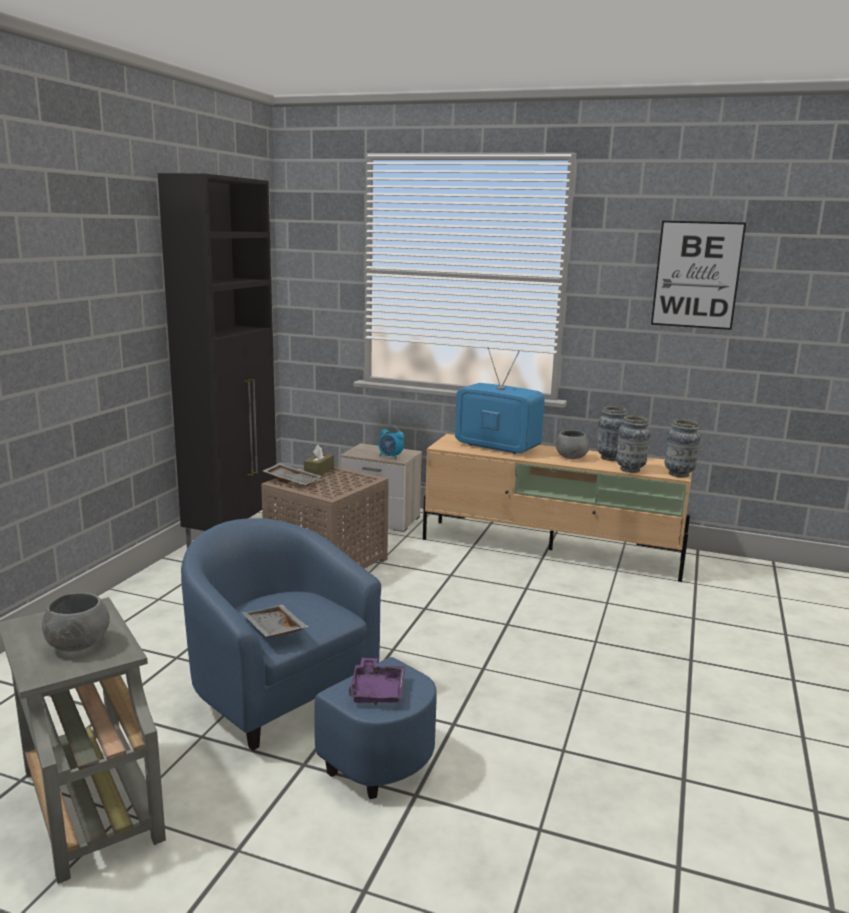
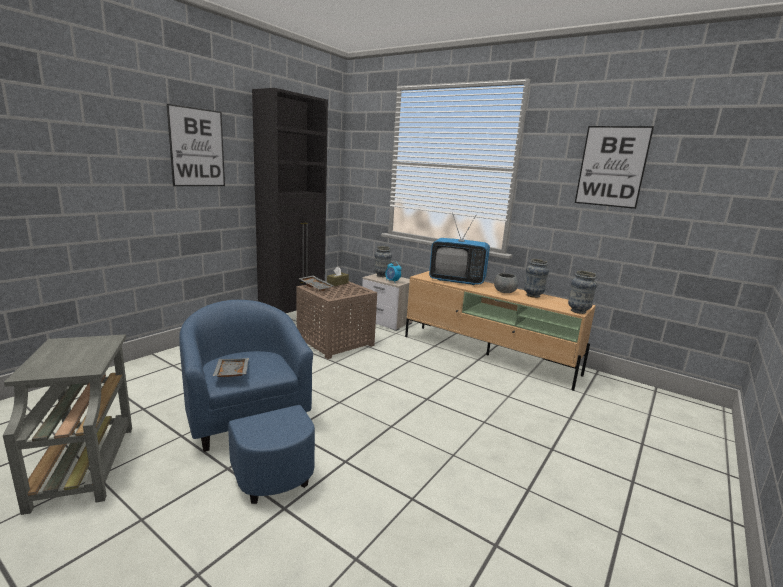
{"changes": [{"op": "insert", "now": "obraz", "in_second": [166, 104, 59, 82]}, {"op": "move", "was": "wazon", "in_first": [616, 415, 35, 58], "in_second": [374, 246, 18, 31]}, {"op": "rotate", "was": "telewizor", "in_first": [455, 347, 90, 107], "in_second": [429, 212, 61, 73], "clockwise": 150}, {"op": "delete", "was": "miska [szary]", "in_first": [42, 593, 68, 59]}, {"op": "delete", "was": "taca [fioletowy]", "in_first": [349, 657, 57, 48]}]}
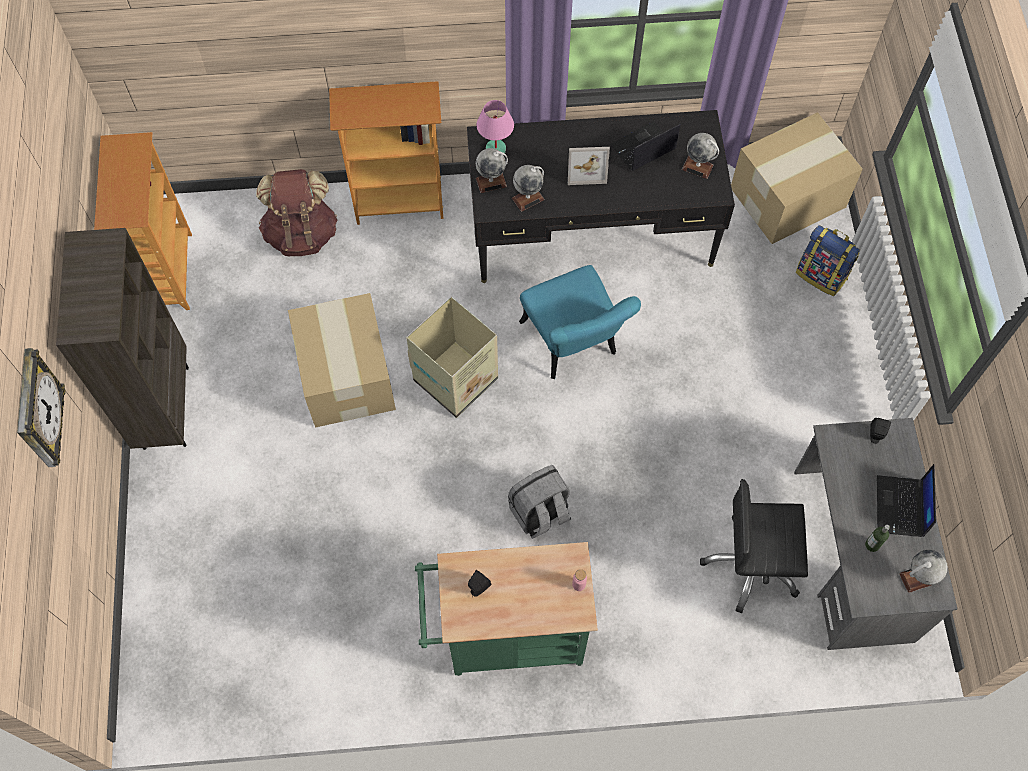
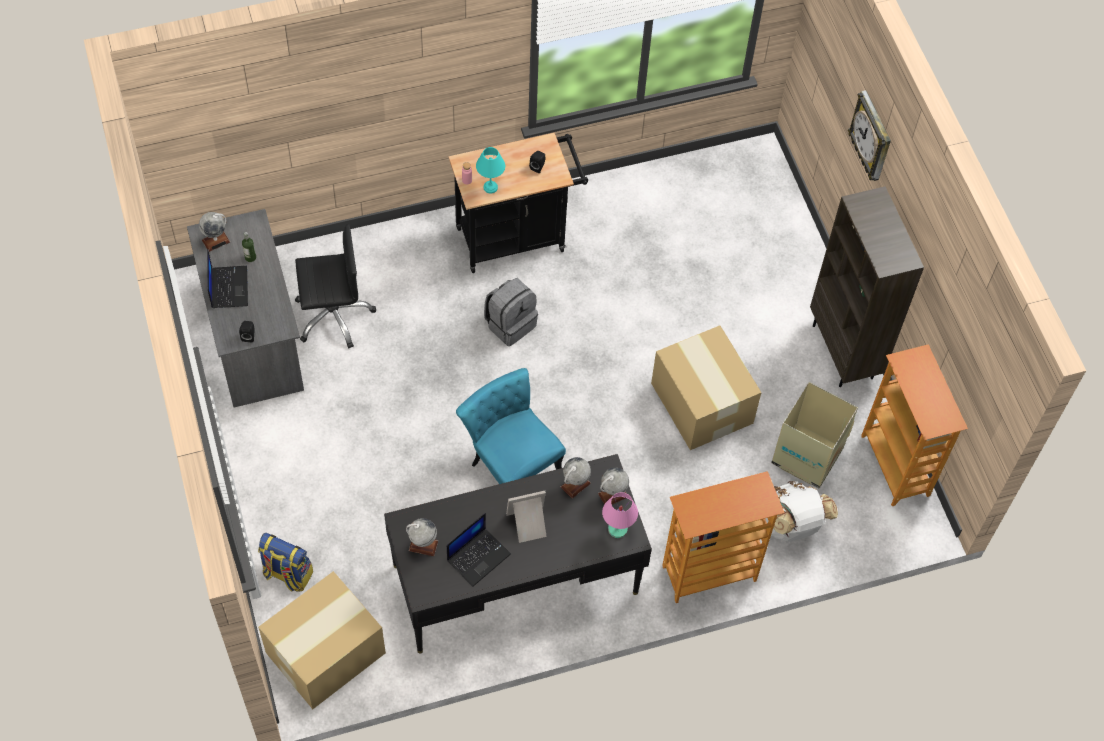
{"changes": [{"op": "recolor", "was": "wózek [zielony]", "now": "wózek [czarny]", "in_first": [415, 542, 183, 134], "in_second": [449, 133, 139, 140]}, {"op": "insert", "now": "lampa stołowa [turkusowy]", "in_second": [476, 147, 29, 47]}, {"op": "recolor", "was": "plecak [brązowy]", "now": "plecak [biały]", "in_first": [256, 169, 81, 87], "in_second": [765, 481, 73, 61]}, {"op": "move", "was": "karton", "in_first": [406, 297, 92, 121], "in_second": [771, 382, 87, 106]}]}
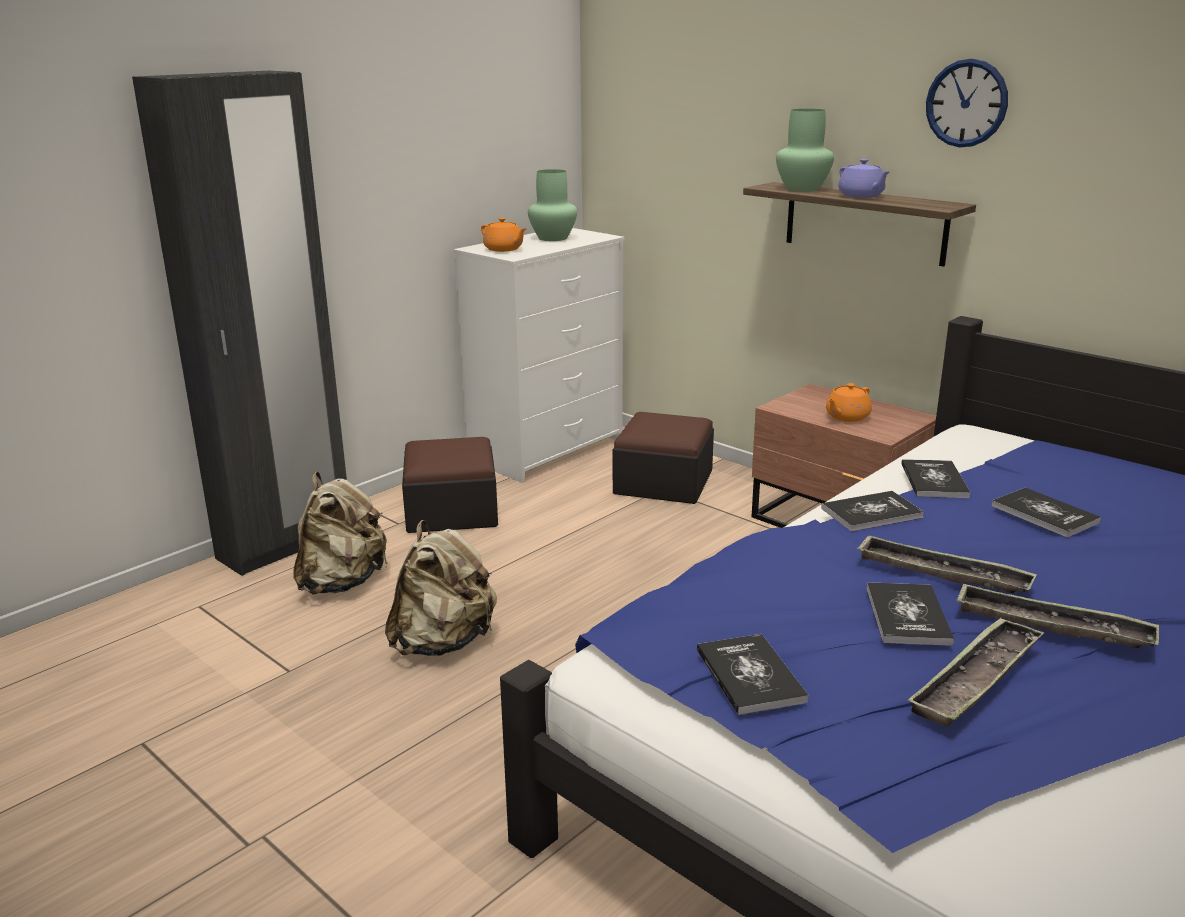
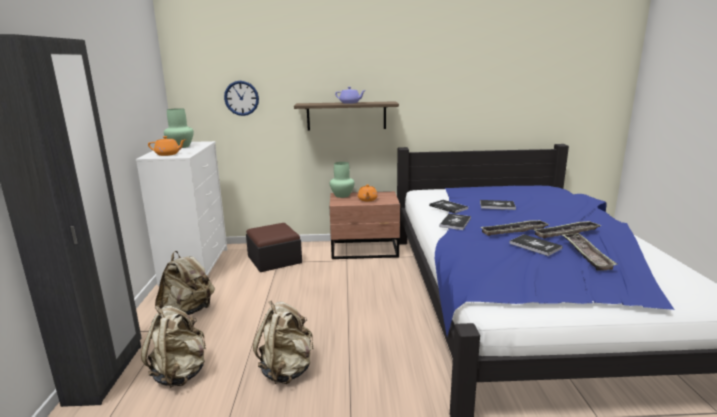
{"changes": [{"op": "replace", "was": "pufa", "now": "plecak [beżowy]", "in_first": [402, 437, 96, 96], "in_second": [155, 251, 60, 64]}, {"op": "move", "was": "zegar ścienny", "in_first": [926, 59, 82, 88], "in_second": [224, 81, 35, 35]}, {"op": "move", "was": "wazon [zielony]", "in_first": [776, 109, 58, 82], "in_second": [330, 162, 25, 36]}, {"op": "delete", "was": "książka", "in_first": [697, 634, 112, 81]}]}
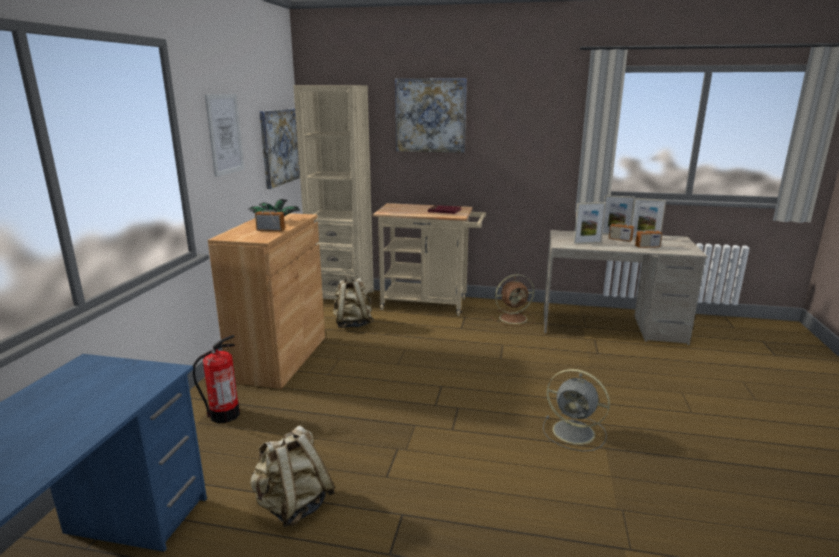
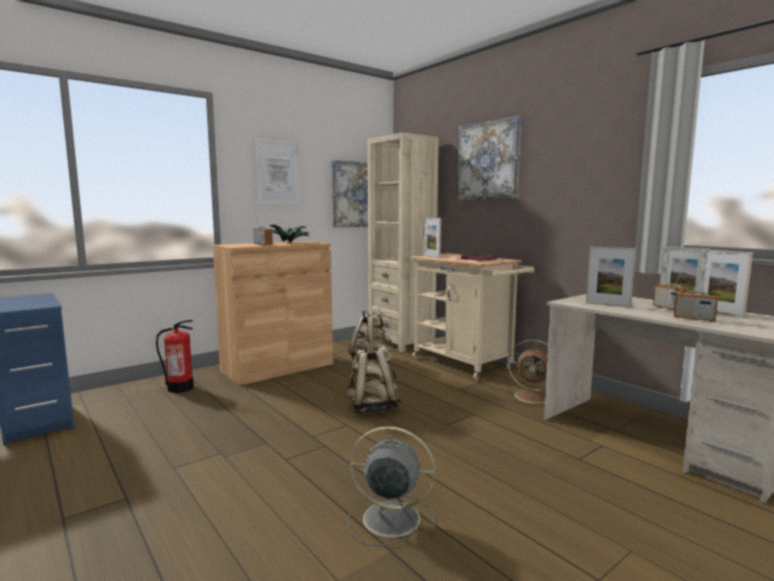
{"changes": [{"op": "move", "was": "plecak [beżowy]", "in_first": [250, 426, 85, 101], "in_second": [347, 344, 55, 70]}, {"op": "rotate", "was": "wentylator [szary]", "in_first": [543, 369, 67, 82], "in_second": [347, 426, 88, 120], "clockwise": 120}, {"op": "insert", "now": "ramka na zdjęcie", "in_second": [423, 217, 18, 41]}]}
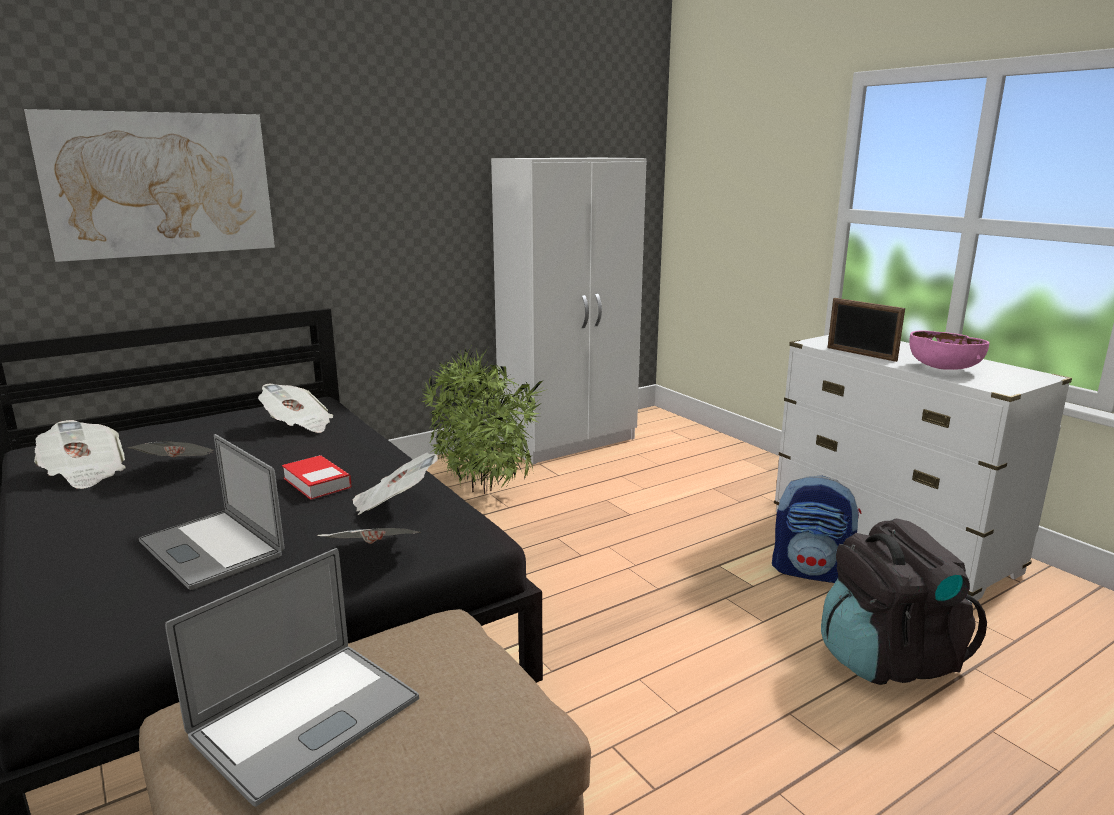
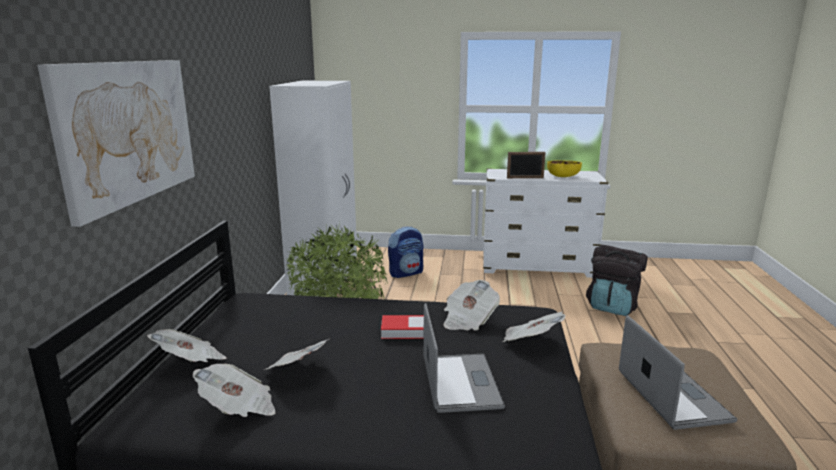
{"changes": [{"op": "move", "was": "gazeta", "in_first": [258, 384, 75, 49], "in_second": [147, 329, 80, 33]}, {"op": "move", "was": "plecak", "in_first": [772, 476, 90, 107], "in_second": [388, 226, 35, 52]}, {"op": "rotate", "was": "laptop", "in_first": [139, 434, 145, 156], "in_second": [424, 303, 81, 110], "clockwise": -90}, {"op": "recolor", "was": "miska [różowy]", "now": "miska [żółty]", "in_first": [909, 330, 80, 40], "in_second": [547, 160, 35, 17]}]}
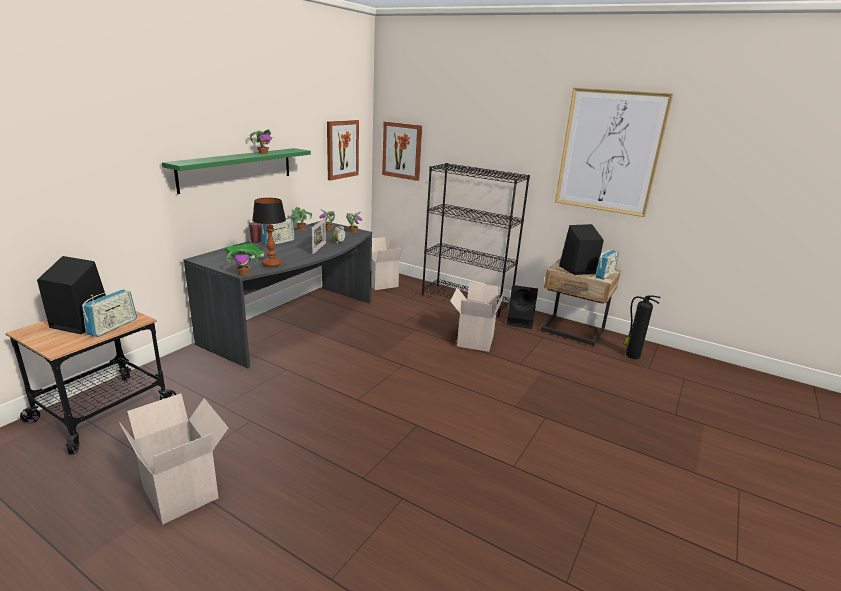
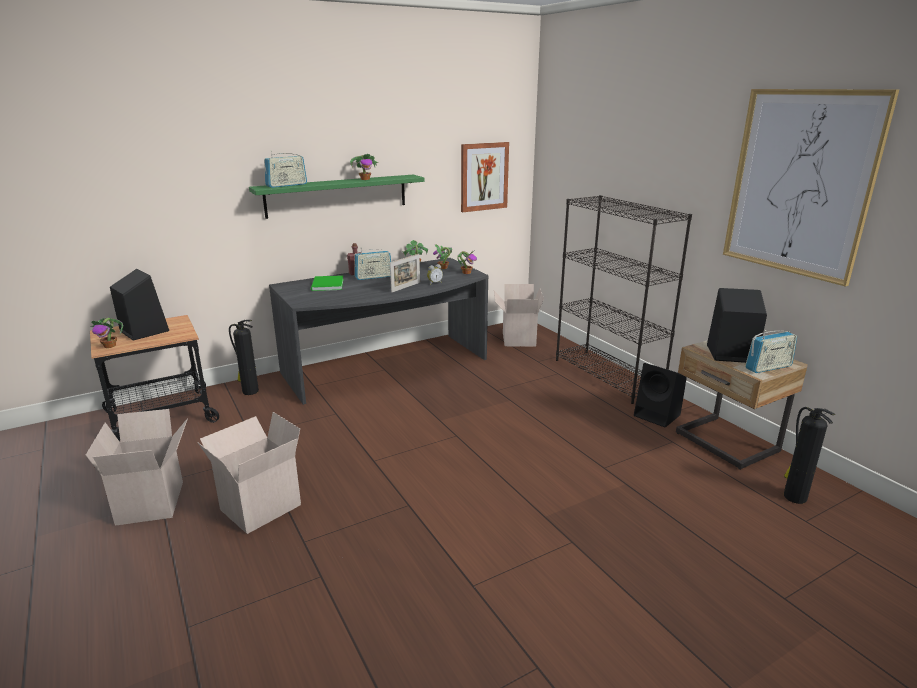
{"changes": [{"op": "move", "was": "roślina doniczkowa", "in_first": [225, 249, 34, 26], "in_second": [90, 318, 33, 30]}, {"op": "move", "was": "karton", "in_first": [450, 282, 54, 70], "in_second": [197, 412, 104, 122]}, {"op": "insert", "now": "gaśnica", "in_second": [229, 320, 30, 75]}, {"op": "move", "was": "radio", "in_first": [82, 289, 55, 48], "in_second": [264, 151, 43, 37]}, {"op": "delete", "was": "lampa stołowa", "in_first": [252, 198, 34, 69]}, {"op": "delete", "was": "obraz", "in_first": [382, 122, 40, 59]}]}
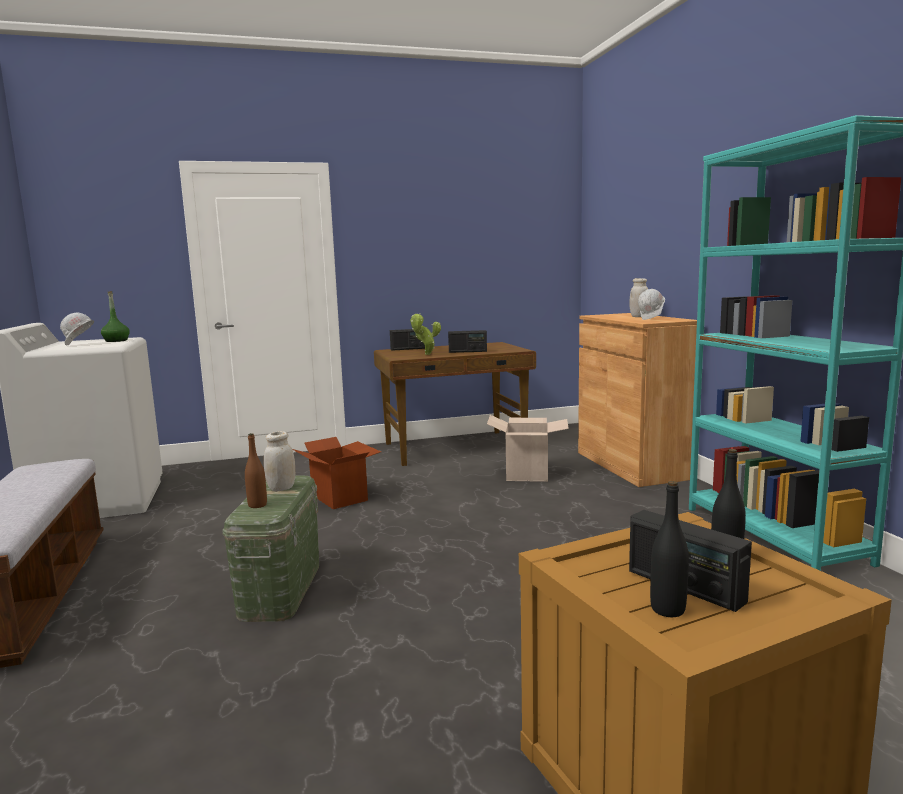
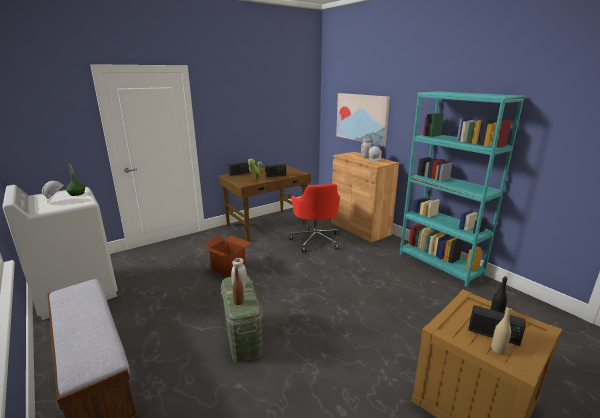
{"changes": [{"op": "replace", "was": "karton", "now": "krzesło biurowe [czerwony]", "in_first": [487, 415, 82, 67], "in_second": [289, 184, 51, 68]}, {"op": "insert", "now": "obraz", "in_second": [336, 93, 54, 53]}, {"op": "recolor", "was": "butelka [czarny]", "now": "butelka [beżowy]", "in_first": [650, 481, 39, 136], "in_second": [491, 305, 21, 49]}]}
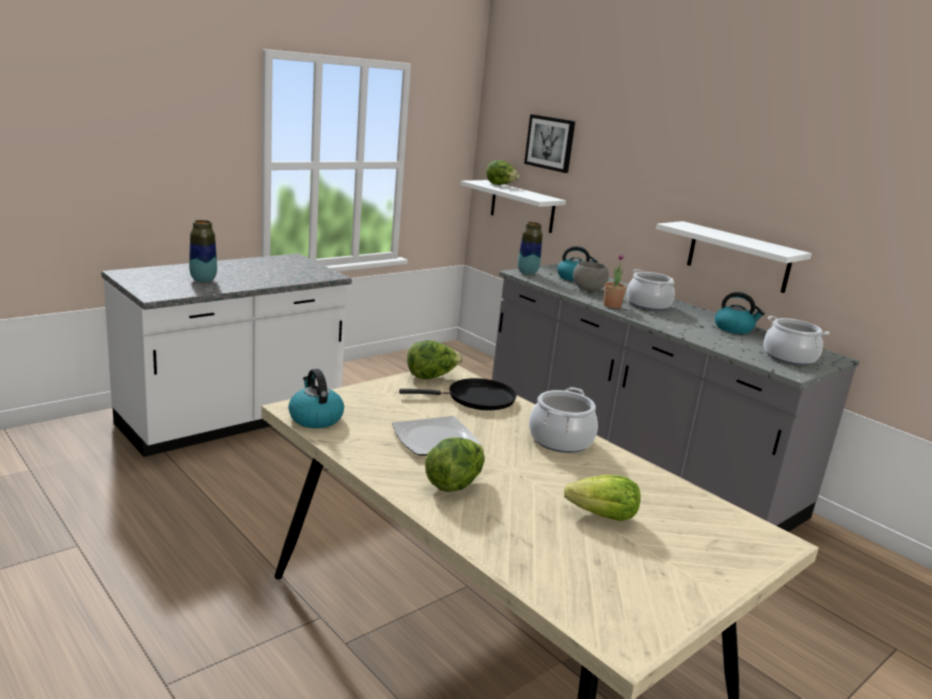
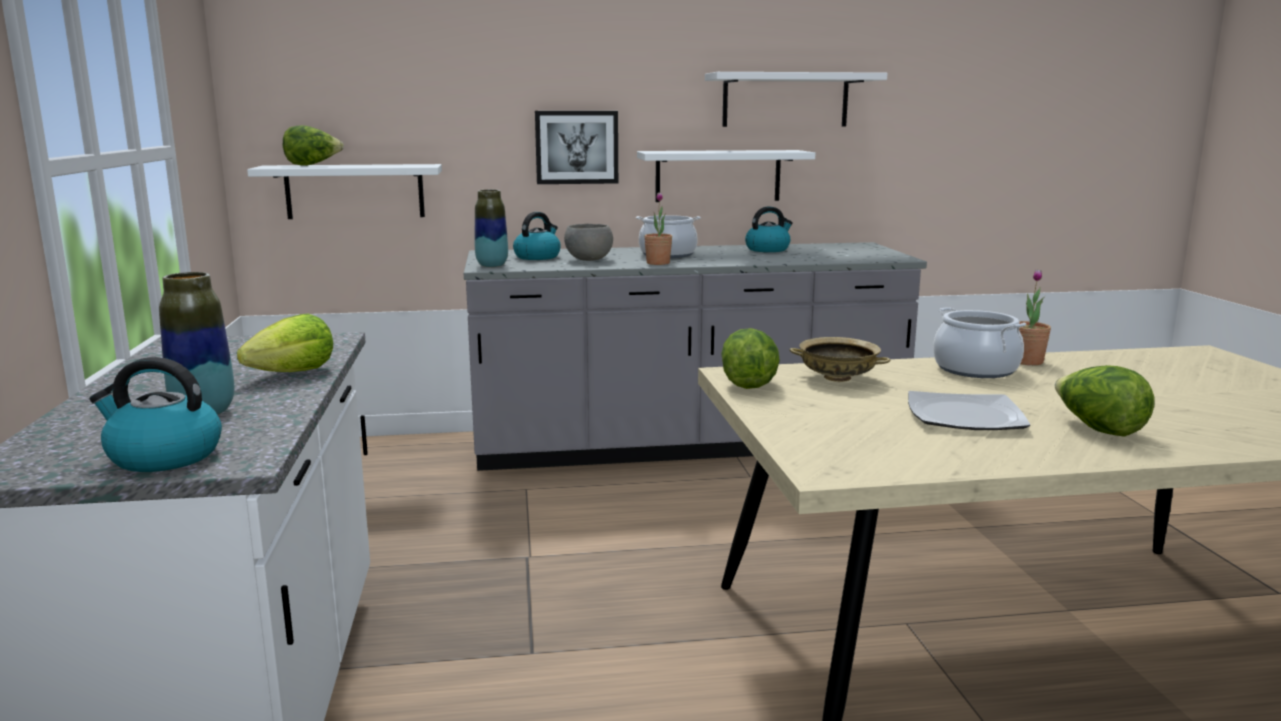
{"changes": [{"op": "move", "was": "czajnik", "in_first": [288, 369, 56, 59], "in_second": [90, 357, 132, 115]}, {"op": "move", "was": "sałata", "in_first": [564, 475, 77, 46], "in_second": [237, 314, 96, 58]}, {"op": "move", "was": "obraz", "in_first": [524, 114, 51, 59], "in_second": [535, 111, 83, 73]}, {"op": "insert", "now": "półka [biały]", "in_second": [705, 72, 183, 55]}, {"op": "replace", "was": "patelnia [czarny]", "now": "miska [beżowy]", "in_first": [399, 378, 118, 32], "in_second": [790, 337, 100, 45]}, {"op": "insert", "now": "roślina doniczkowa", "in_second": [1019, 269, 32, 96]}, {"op": "delete", "was": "garnek", "in_first": [764, 316, 65, 49]}]}
